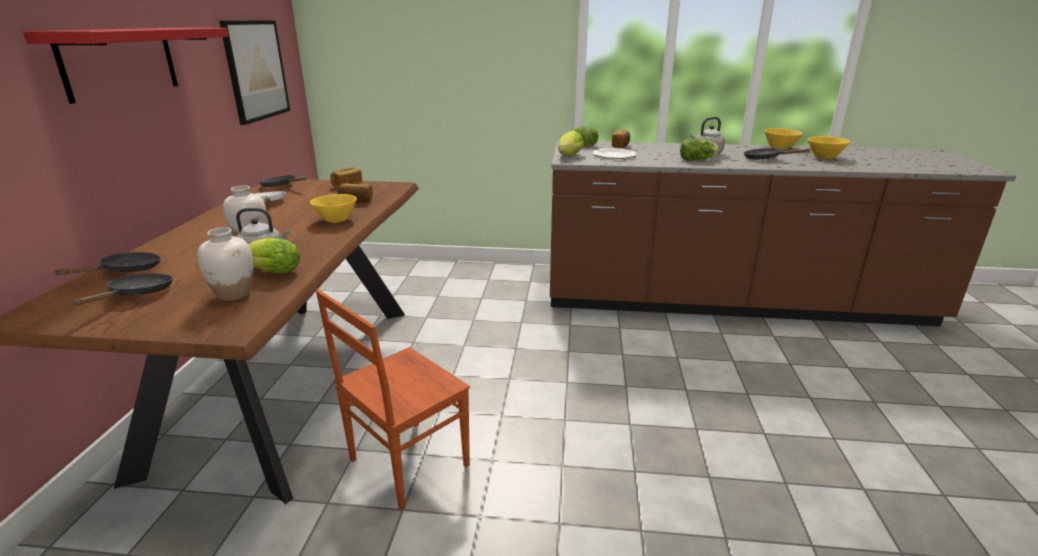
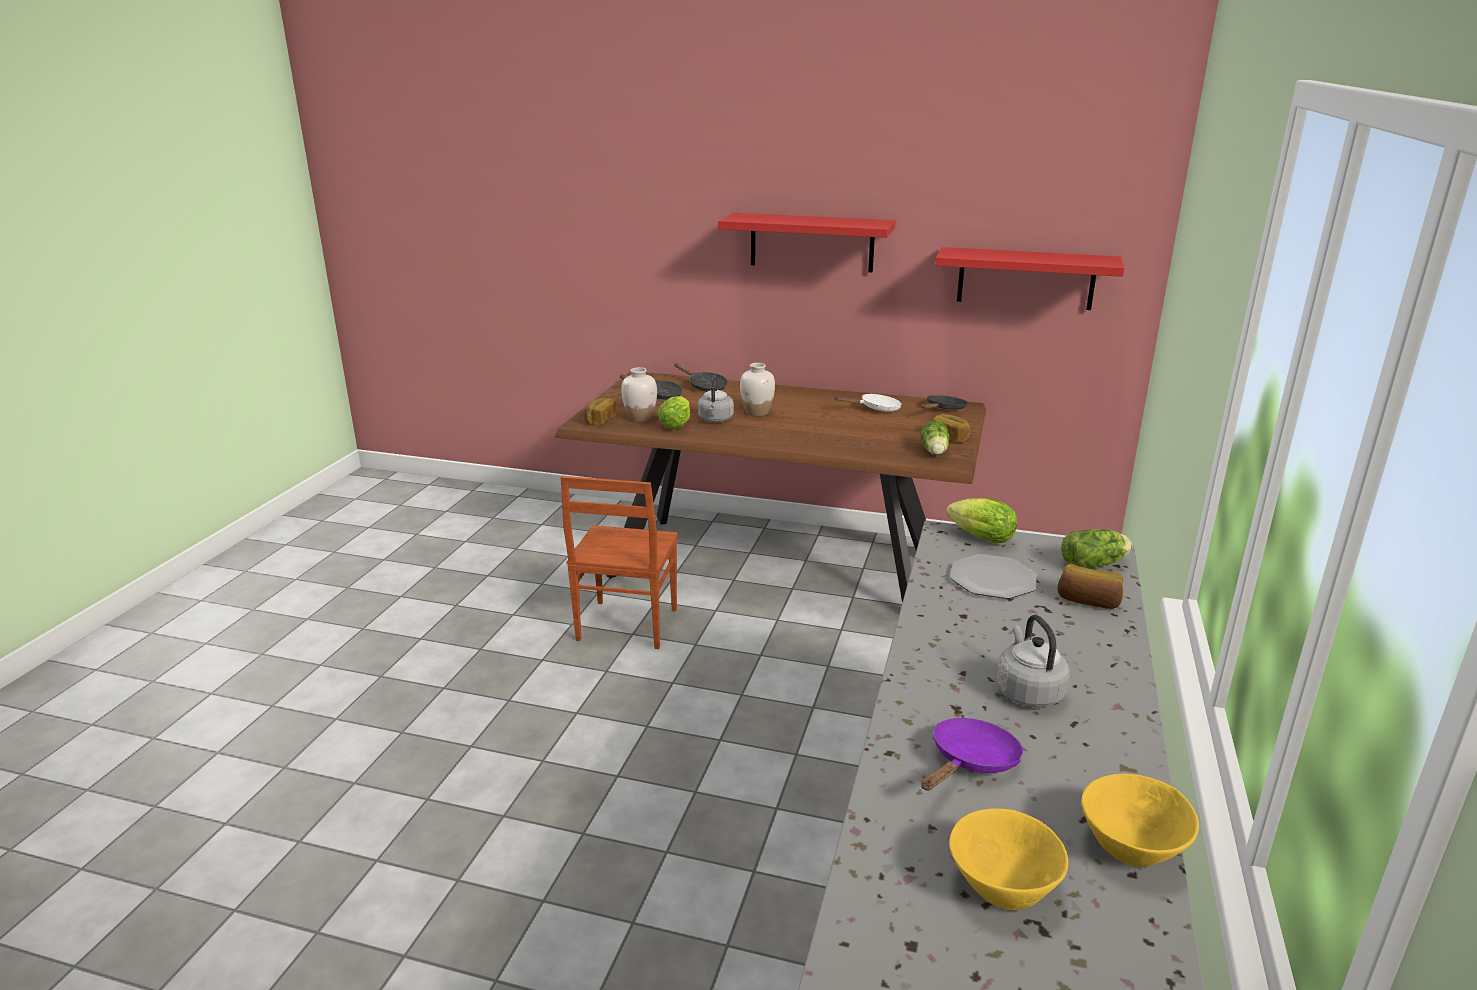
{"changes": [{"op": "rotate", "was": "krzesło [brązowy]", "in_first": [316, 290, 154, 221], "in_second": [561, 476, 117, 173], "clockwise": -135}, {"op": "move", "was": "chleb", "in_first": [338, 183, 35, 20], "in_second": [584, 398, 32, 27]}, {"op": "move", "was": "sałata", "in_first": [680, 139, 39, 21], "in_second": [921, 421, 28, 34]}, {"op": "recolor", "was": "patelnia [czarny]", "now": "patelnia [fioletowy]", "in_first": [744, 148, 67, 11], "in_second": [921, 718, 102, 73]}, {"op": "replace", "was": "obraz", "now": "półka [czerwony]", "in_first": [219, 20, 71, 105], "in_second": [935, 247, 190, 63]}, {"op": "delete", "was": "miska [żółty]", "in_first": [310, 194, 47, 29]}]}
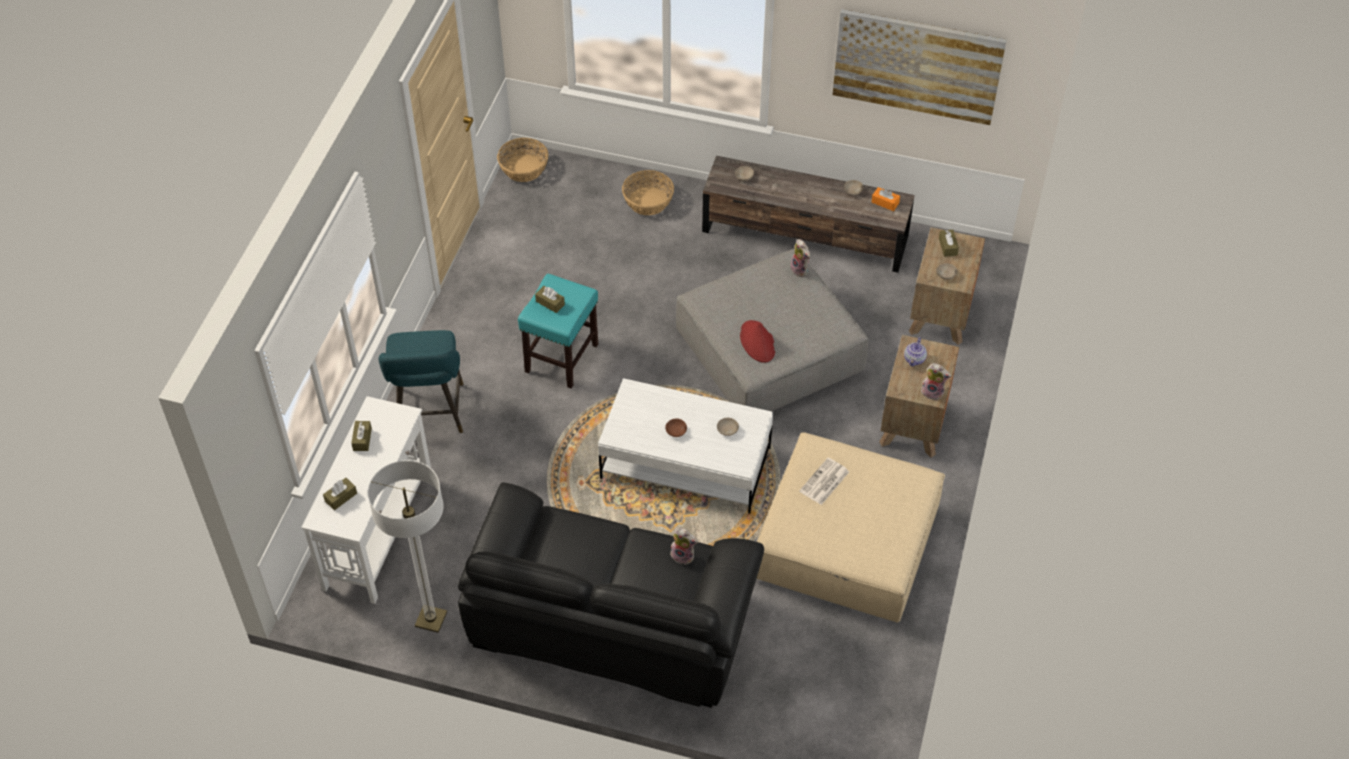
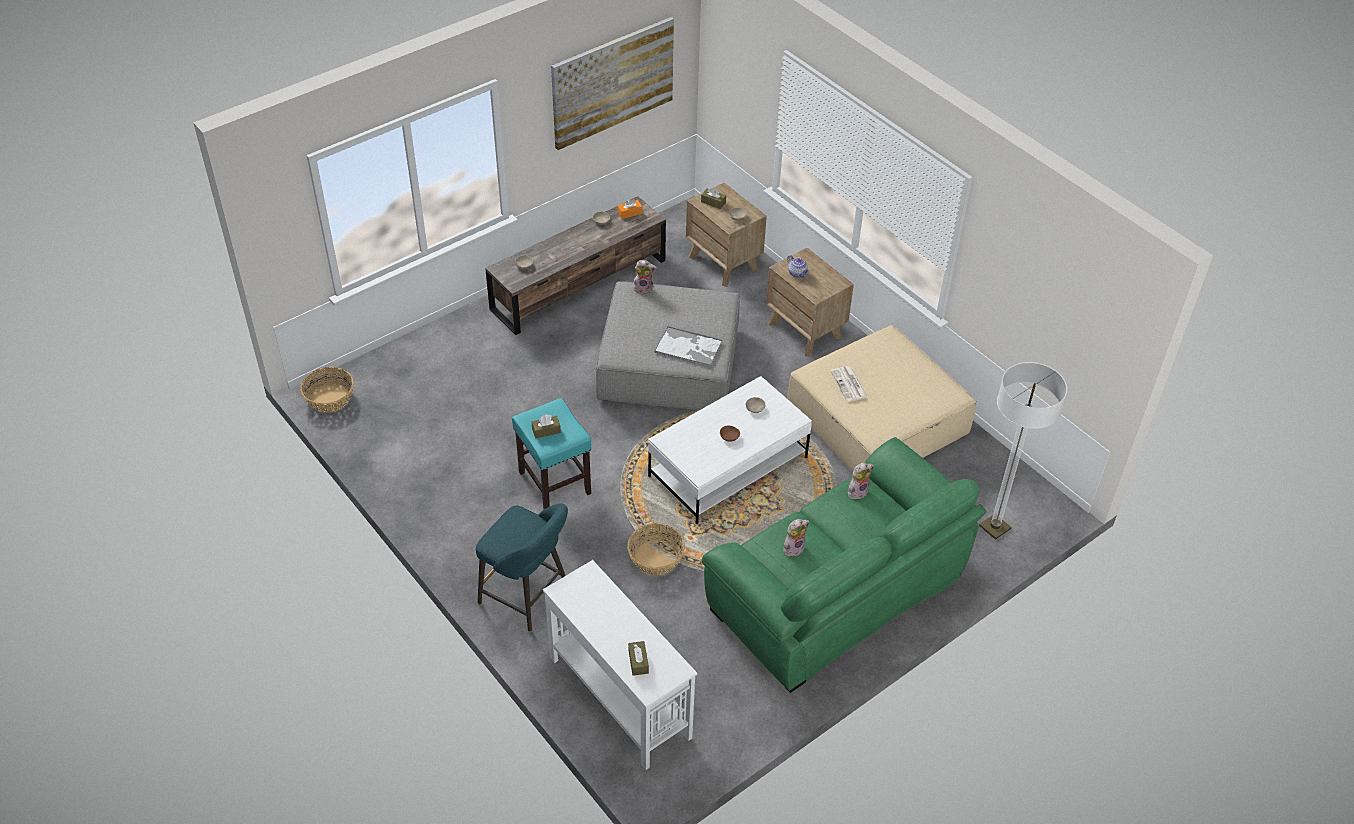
{"changes": [{"op": "move", "was": "koszyk", "in_first": [622, 170, 52, 45], "in_second": [627, 523, 58, 52]}, {"op": "replace", "was": "kapelusz [czerwony]", "now": "taca", "in_first": [740, 320, 35, 43], "in_second": [654, 326, 69, 41]}, {"op": "recolor", "was": "kanapa [czarny]", "now": "kanapa [zielony]", "in_first": [458, 482, 306, 226], "in_second": [702, 437, 285, 256]}, {"op": "move", "was": "pluszak", "in_first": [921, 363, 30, 38], "in_second": [783, 519, 26, 37]}, {"op": "move", "was": "lampa stojąca", "in_first": [368, 460, 79, 173], "in_second": [979, 362, 88, 178]}, {"op": "delete", "was": "pudełko chusteczek [brązowy]", "in_first": [351, 421, 21, 30]}]}
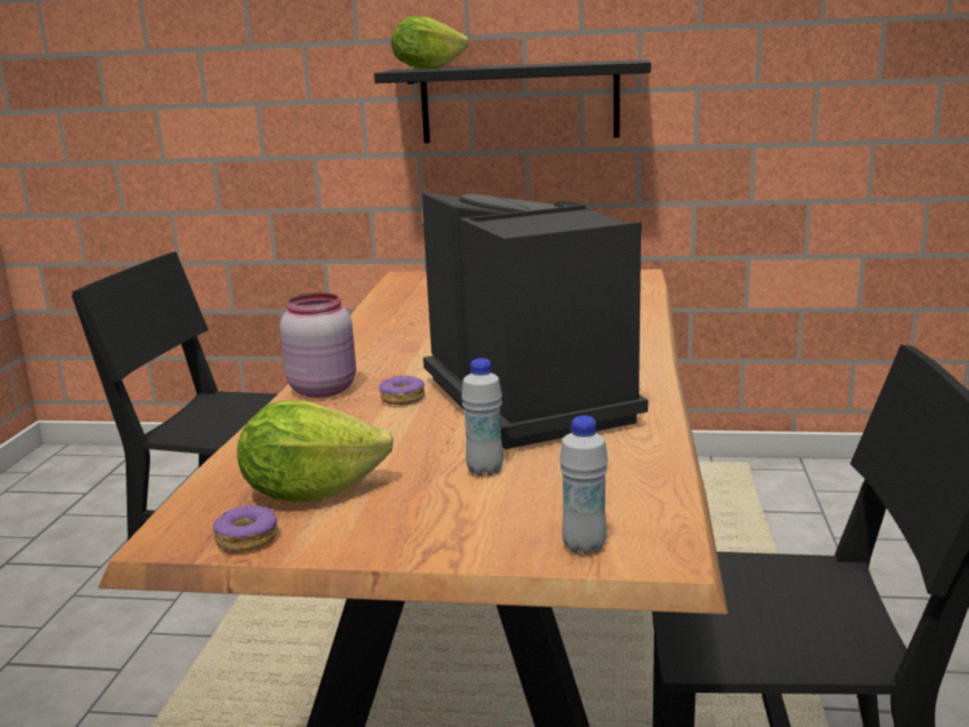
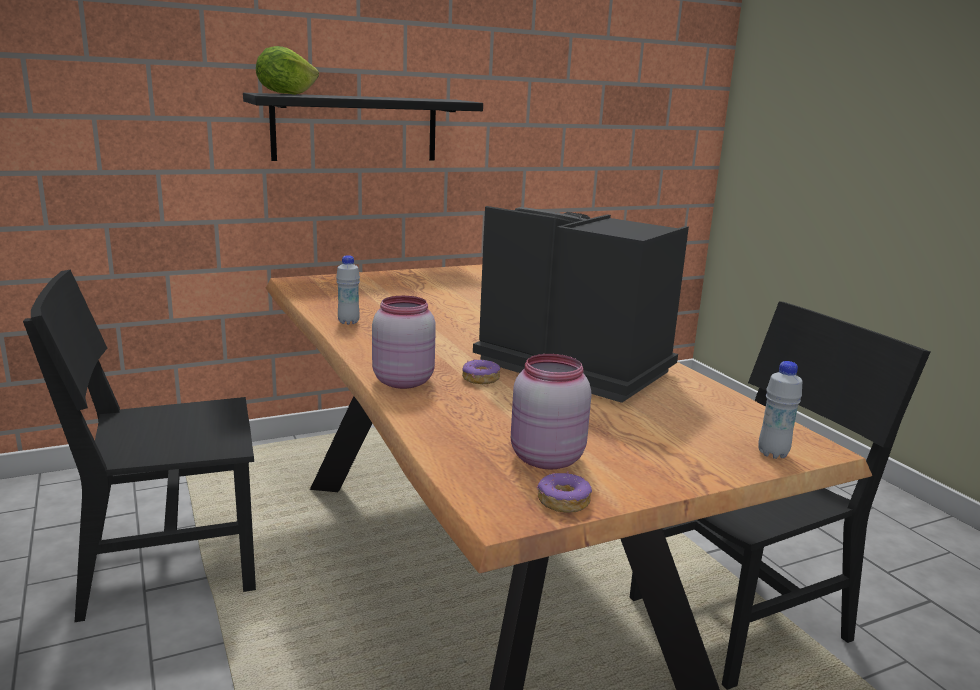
{"changes": [{"op": "move", "was": "butelka [biały]", "in_first": [461, 358, 42, 118], "in_second": [336, 255, 24, 70]}, {"op": "replace", "was": "sałata", "now": "słoik [różowy]", "in_first": [237, 401, 157, 101], "in_second": [511, 354, 80, 116]}]}
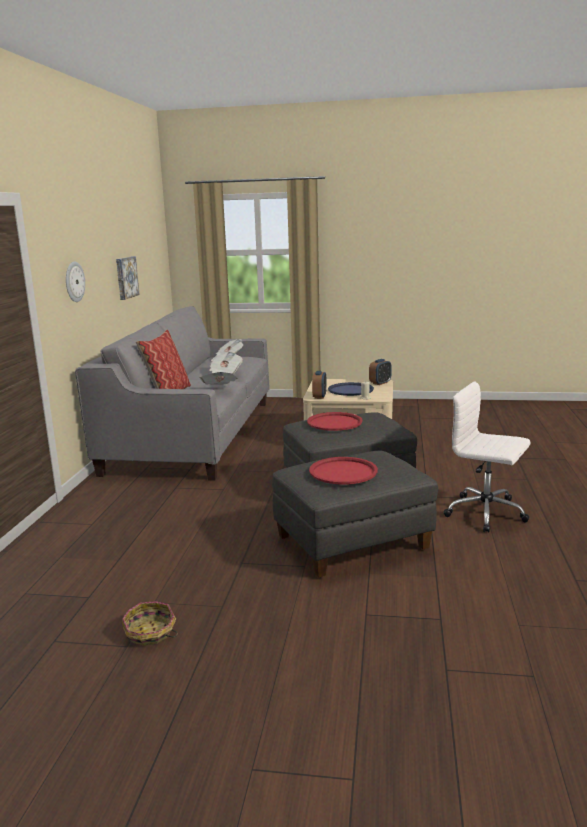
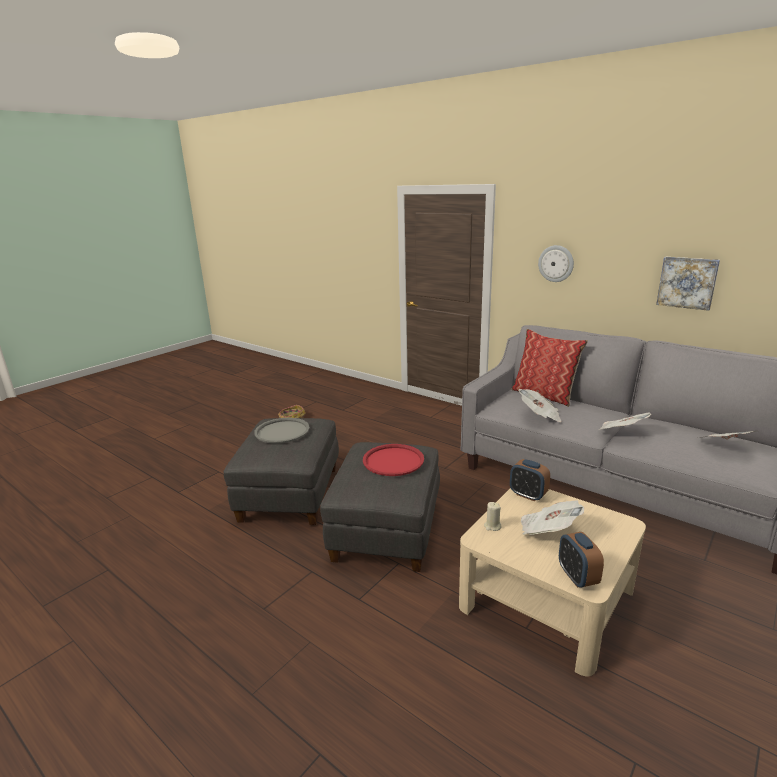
{"changes": [{"op": "recolor", "was": "taca [czerwony]", "now": "taca [szary]", "in_first": [309, 457, 69, 28], "in_second": [254, 418, 55, 26]}, {"op": "replace", "was": "taca [niebieski]", "now": "gazeta", "in_first": [328, 382, 46, 14], "in_second": [521, 500, 63, 35]}, {"op": "delete", "was": "krzesło biurowe [biały]", "in_first": [443, 381, 87, 152]}]}
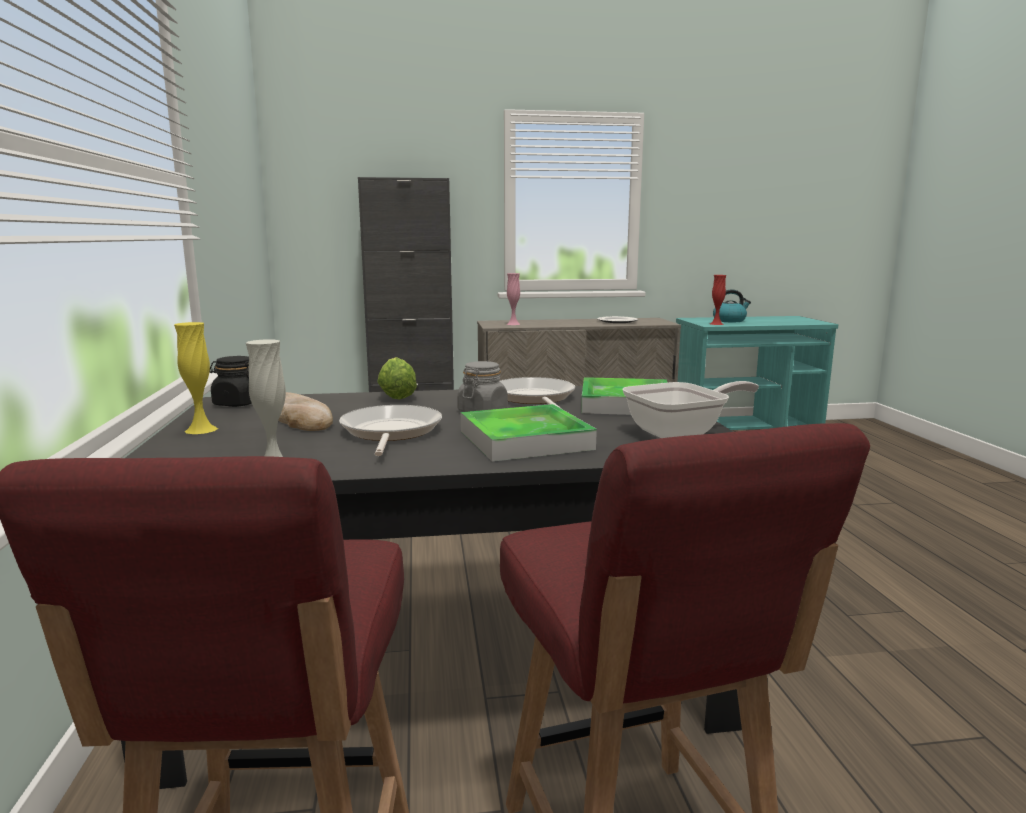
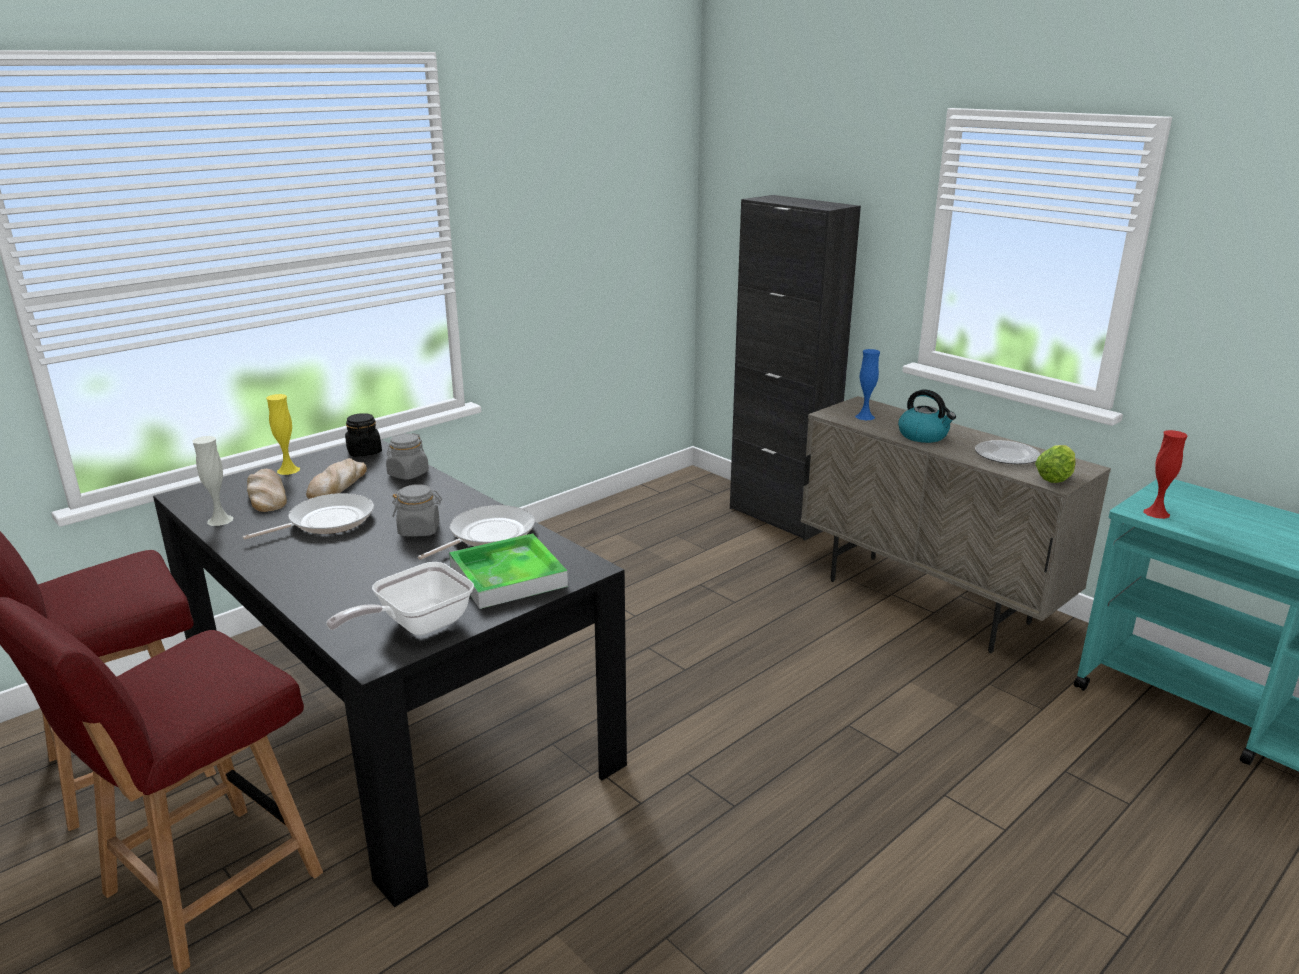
{"changes": [{"op": "insert", "now": "chleb", "in_second": [247, 469, 40, 43]}, {"op": "rotate", "was": "patelnia", "in_first": [623, 381, 136, 57], "in_second": [326, 562, 148, 74], "clockwise": 105}, {"op": "insert", "now": "słoik [szary]", "in_second": [386, 433, 43, 47]}, {"op": "recolor", "was": "wazon [różowy]", "now": "wazon [niebieski]", "in_first": [507, 273, 13, 52], "in_second": [855, 349, 25, 71]}, {"op": "move", "was": "czajnik", "in_first": [713, 290, 38, 32], "in_second": [898, 390, 58, 53]}, {"op": "move", "was": "sałata", "in_first": [377, 357, 40, 43], "in_second": [1035, 445, 40, 38]}, {"op": "delete", "was": "taca", "in_first": [461, 404, 136, 58]}]}
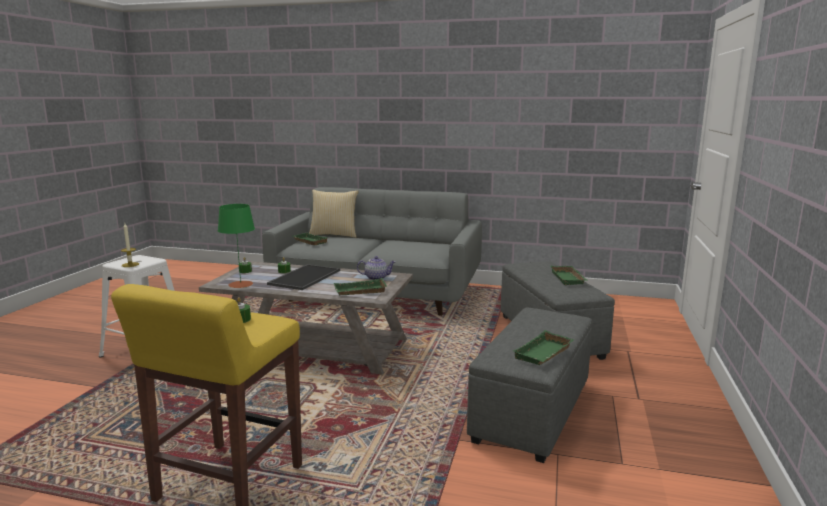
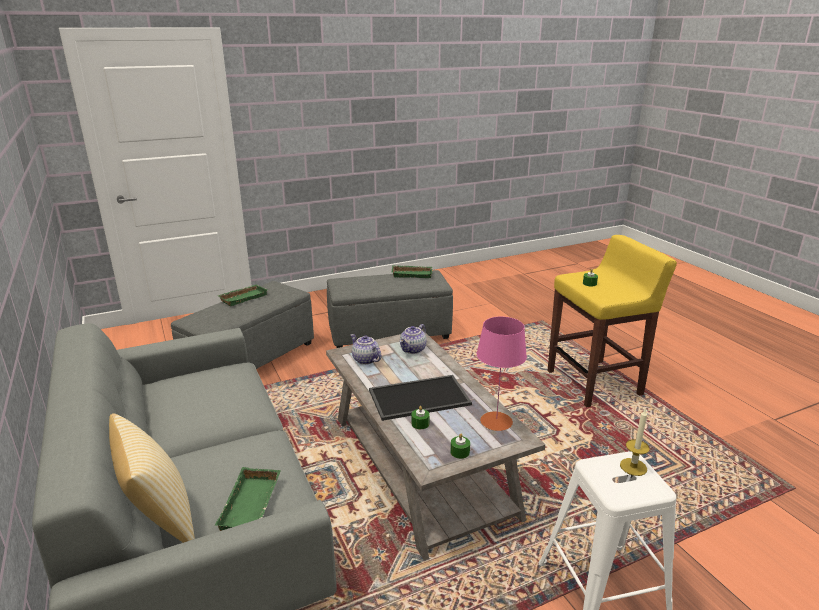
{"changes": [{"op": "replace", "was": "taca [zielony]", "now": "imbryk", "in_first": [334, 278, 54, 17], "in_second": [400, 324, 27, 30]}, {"op": "recolor", "was": "lampa stołowa [zielony]", "now": "lampa stołowa [różowy]", "in_first": [218, 204, 37, 84], "in_second": [477, 317, 50, 114]}]}
